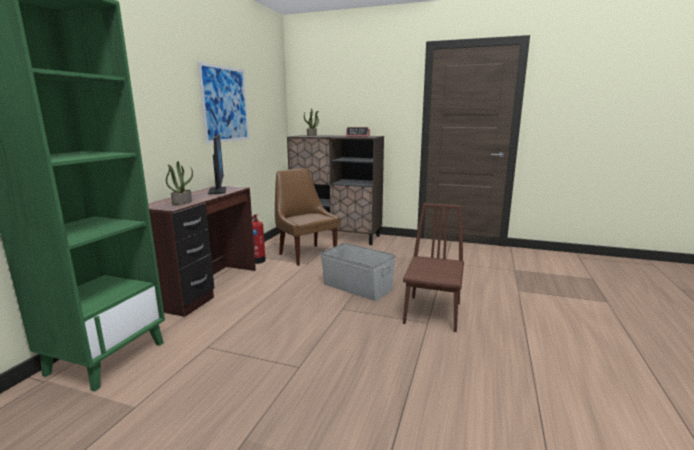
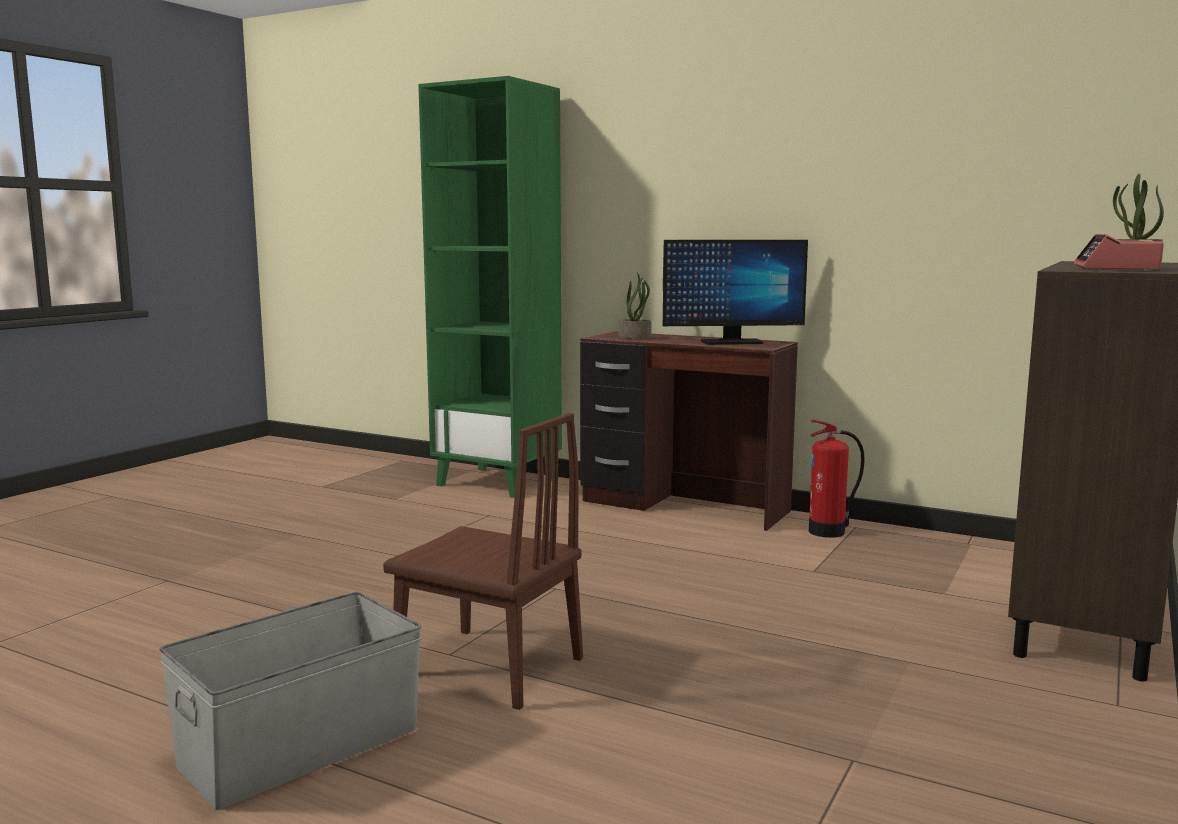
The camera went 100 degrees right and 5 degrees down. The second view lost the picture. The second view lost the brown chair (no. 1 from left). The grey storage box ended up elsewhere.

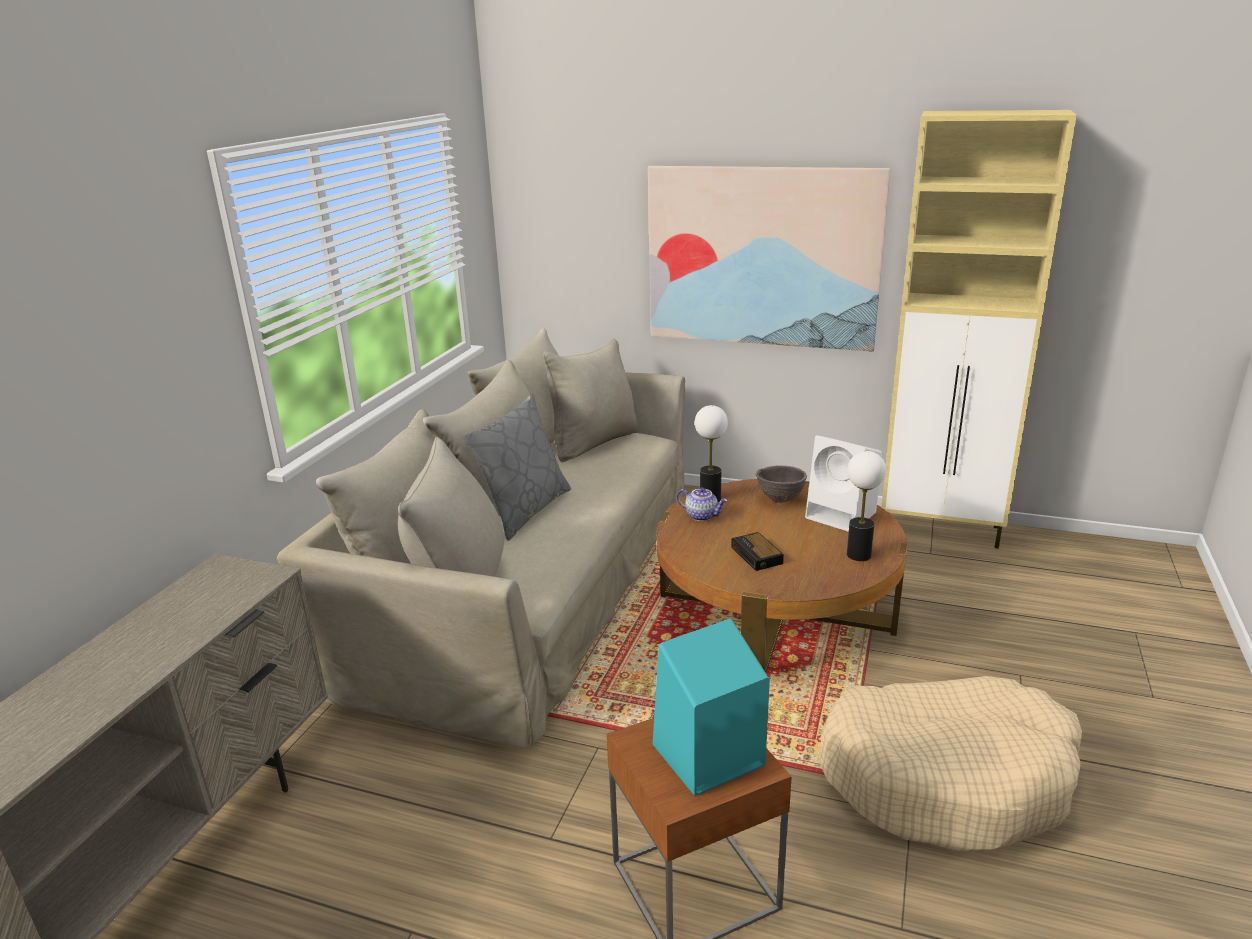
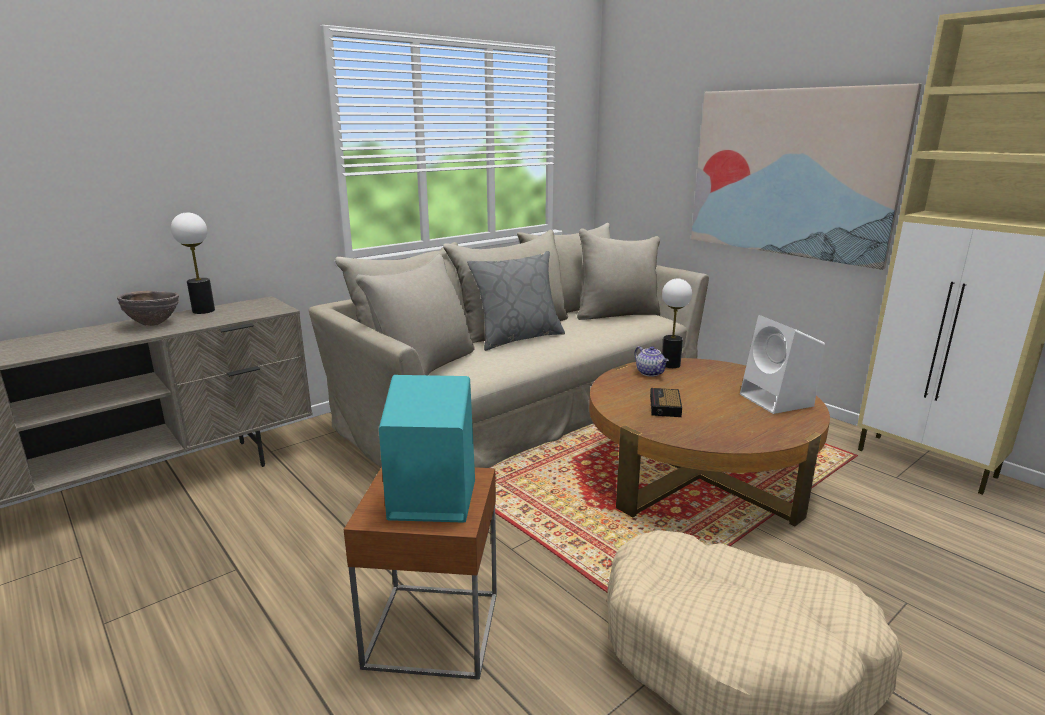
The camera went 30 degrees right and 5 degrees down. The brown bowl ended up elsewhere. The table lamp (no. 2 from left in the first image) ended up elsewhere.

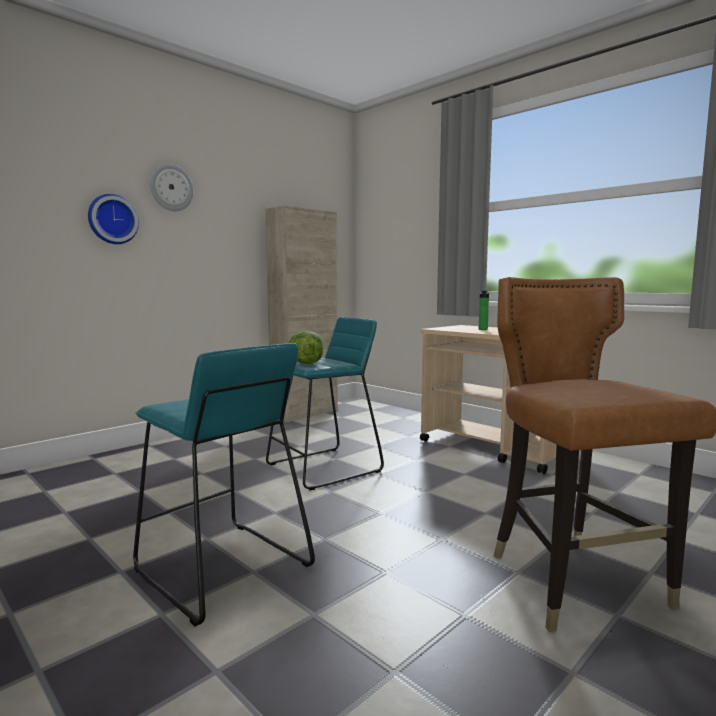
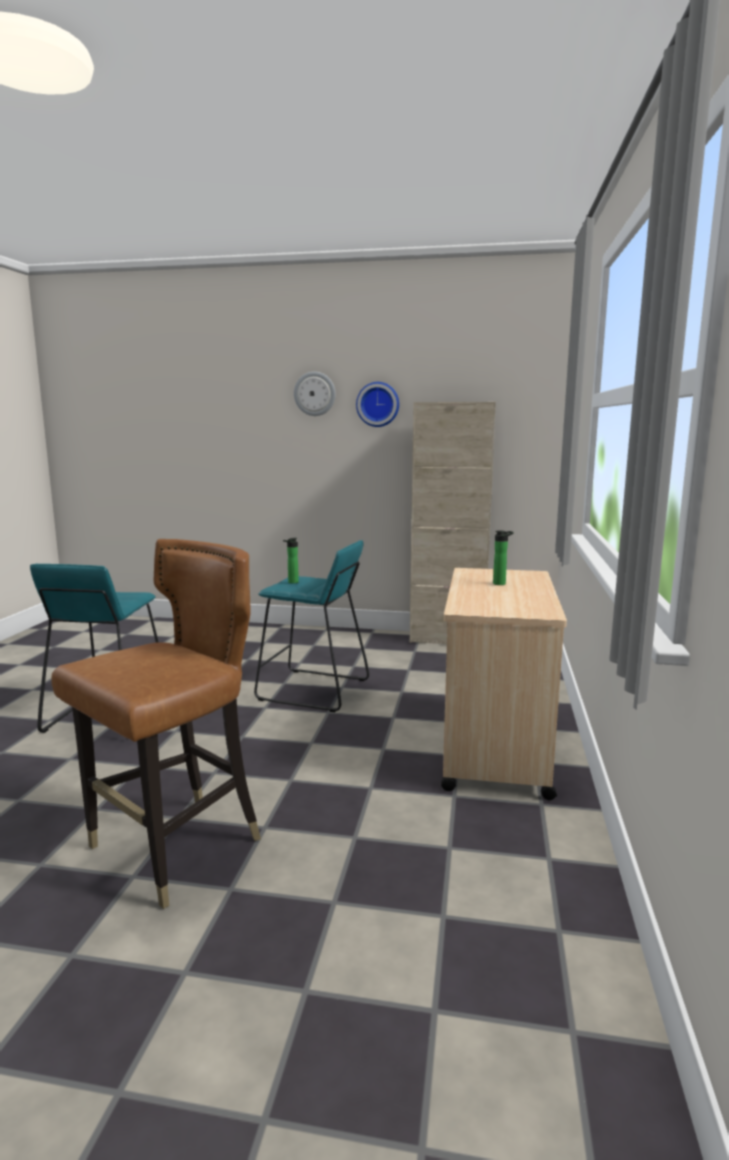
The camera went 55 degrees right and 5 degrees up. The wall clock (no. 1 from left in the first image) ended up elsewhere. Where the lettuce stood, the bottle (no. 1 from left) came to stand.

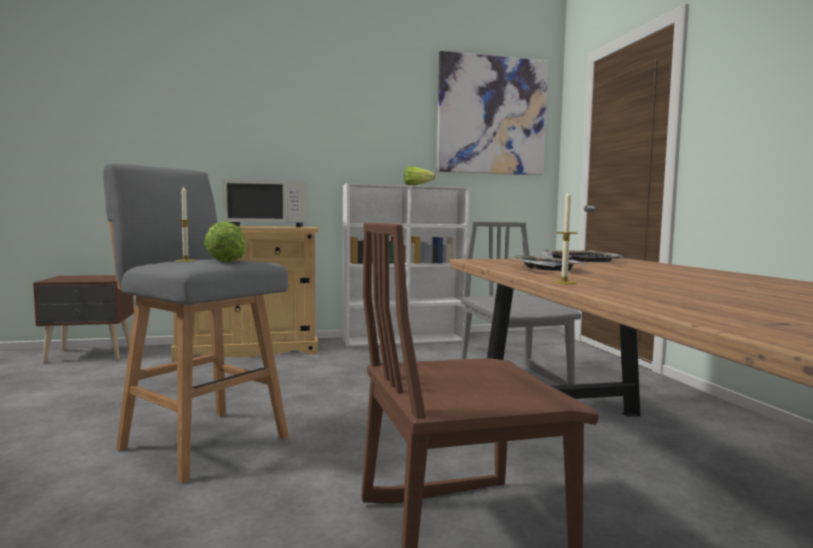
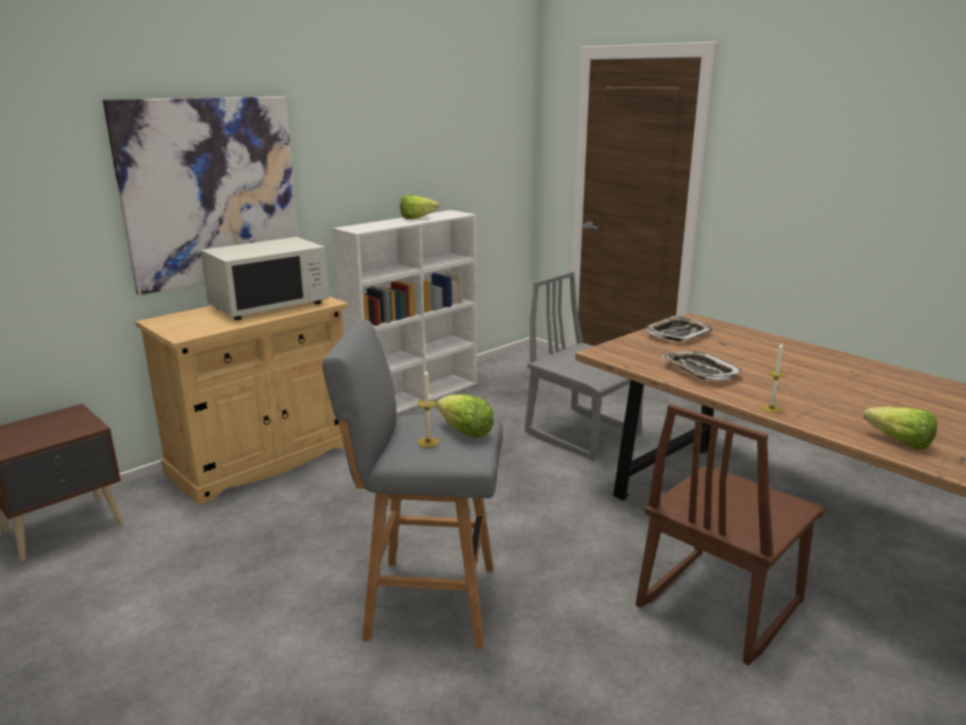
The camera went 30 degrees left and 15 degrees up. The second view gained the lettuce (no. 3 from left). The picture ended up elsewhere.

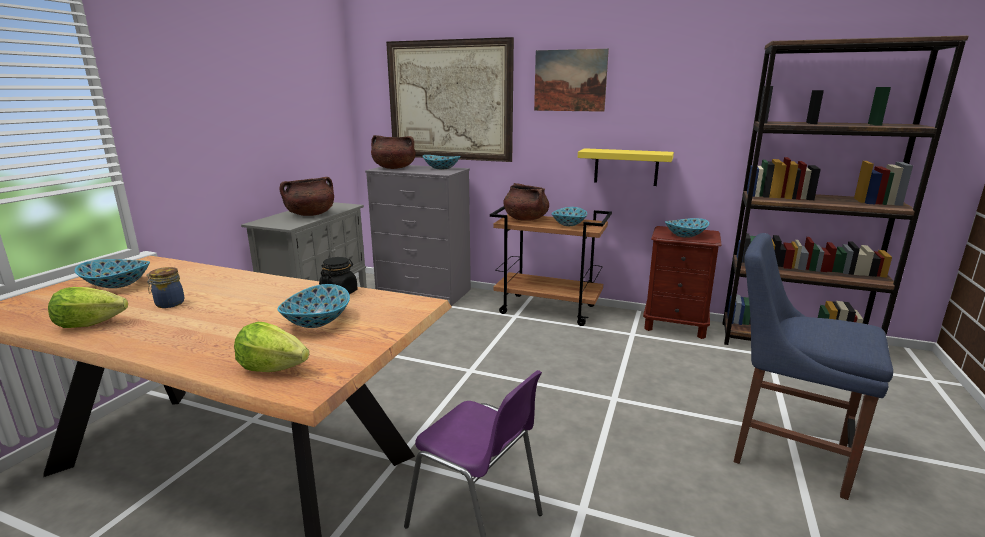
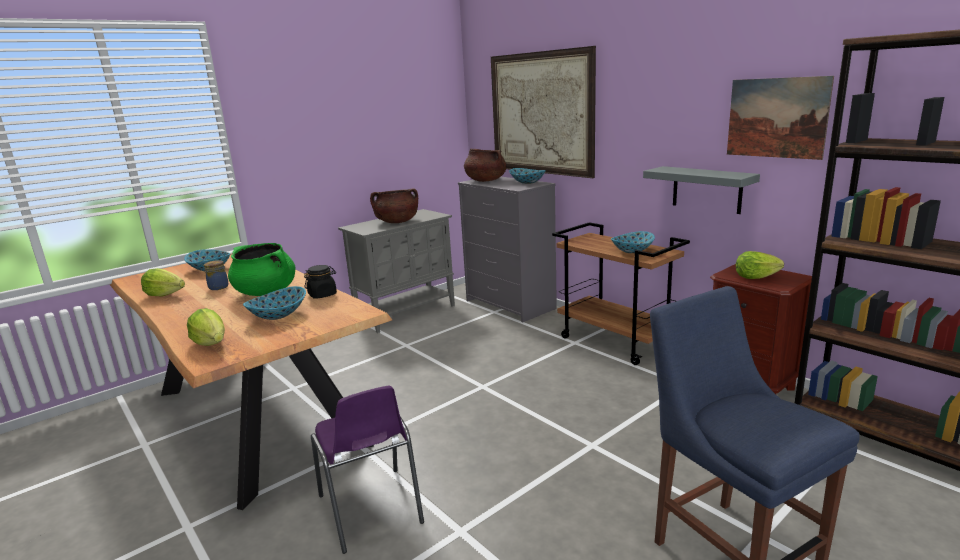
The camera went 30 degrees right and 0 degrees up. The second view lost the brown cooking pot (no. 3 from left). The second view gained the green cooking pot. The picture (no. 2 from left) ended up elsewhere. Where the bowl (no. 5 from left) stood, the lettuce (no. 3 from left) came to stand. What was the yellow shelf turned into the grey shelf.

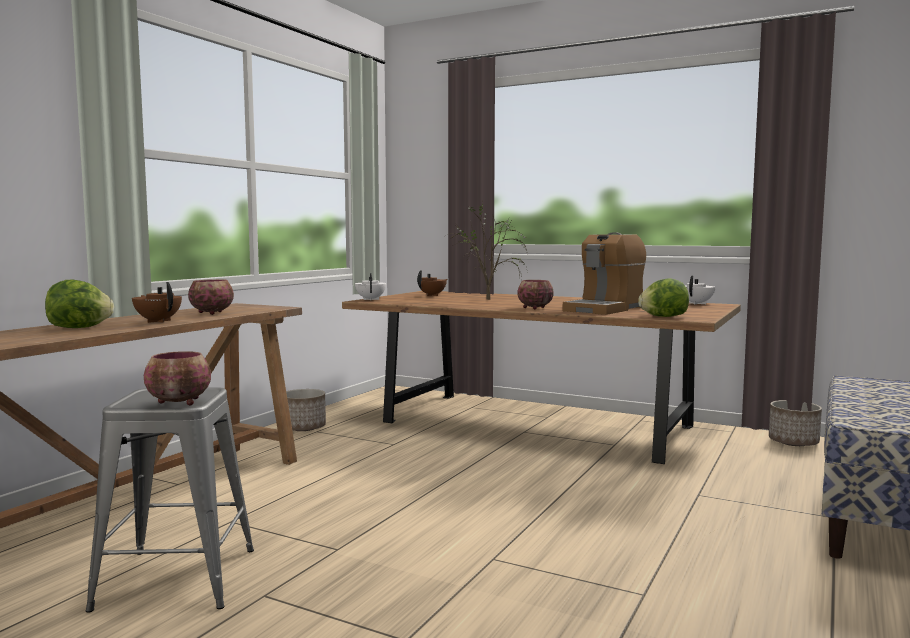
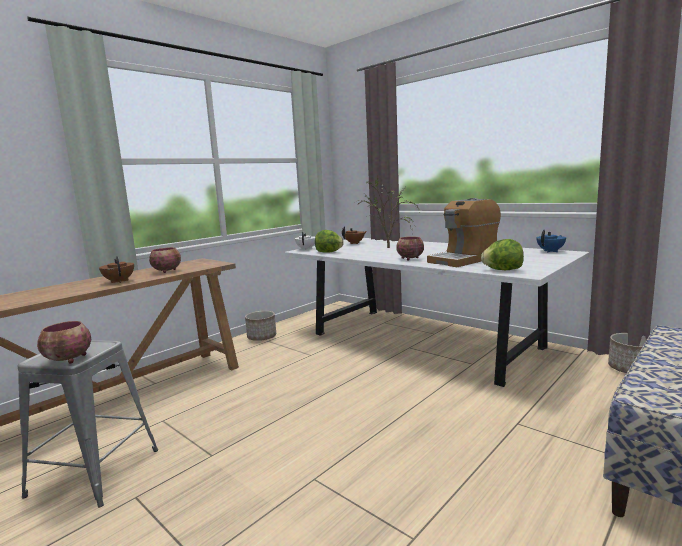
The camera went 15 degrees right and 5 degrees up. The lettuce (no. 1 from left) ended up elsewhere. What was the brown dining table turned into the white dining table. What was the white teapot (no. 2 from left) turned into the blue teapot.

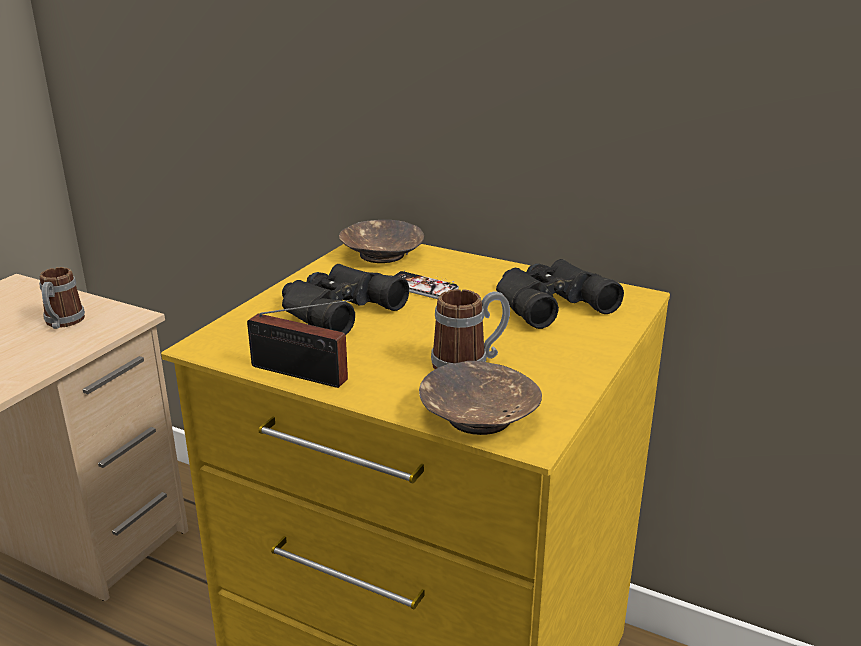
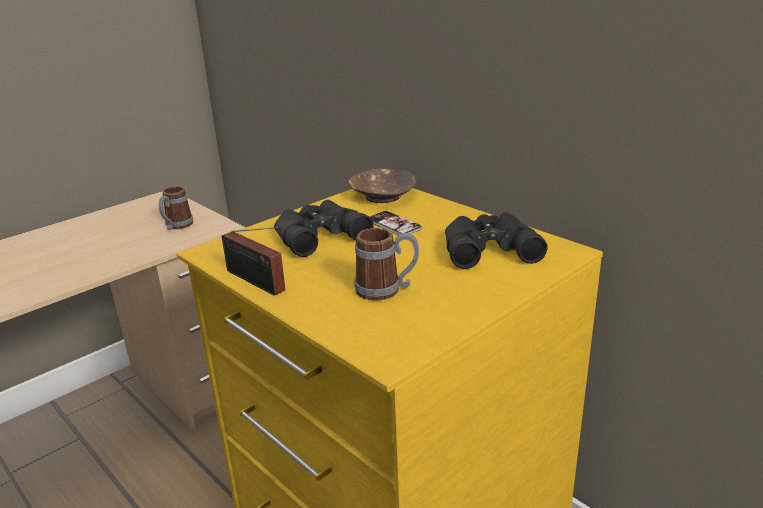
The camera went 20 degrees right and 0 degrees up. The second view lost the brown bowl (no. 2 from left).

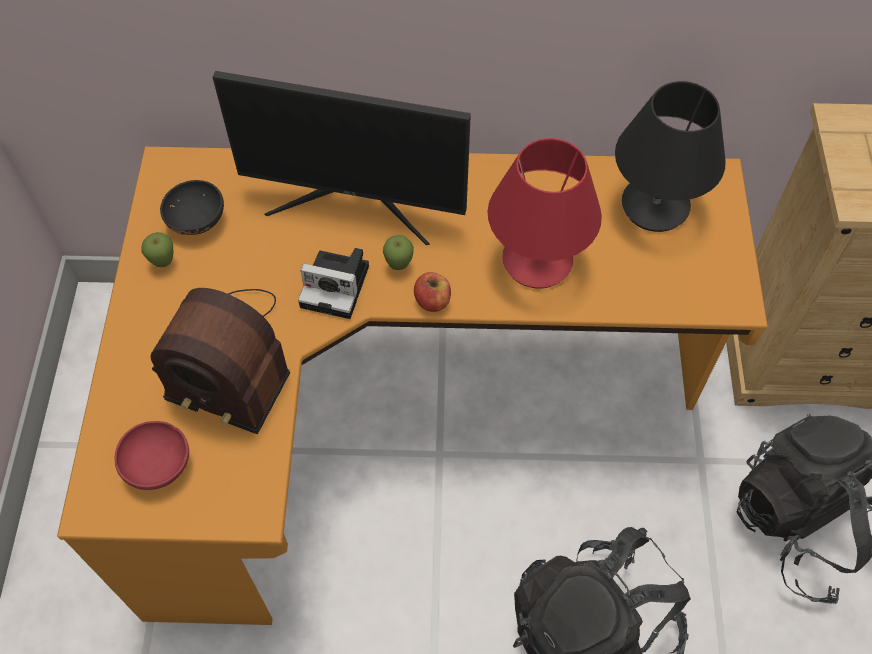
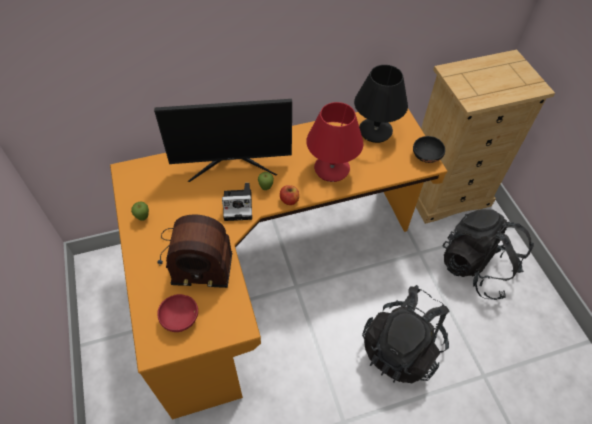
The camera went 20 degrees left and 5 degrees down. The black bowl ended up elsewhere.

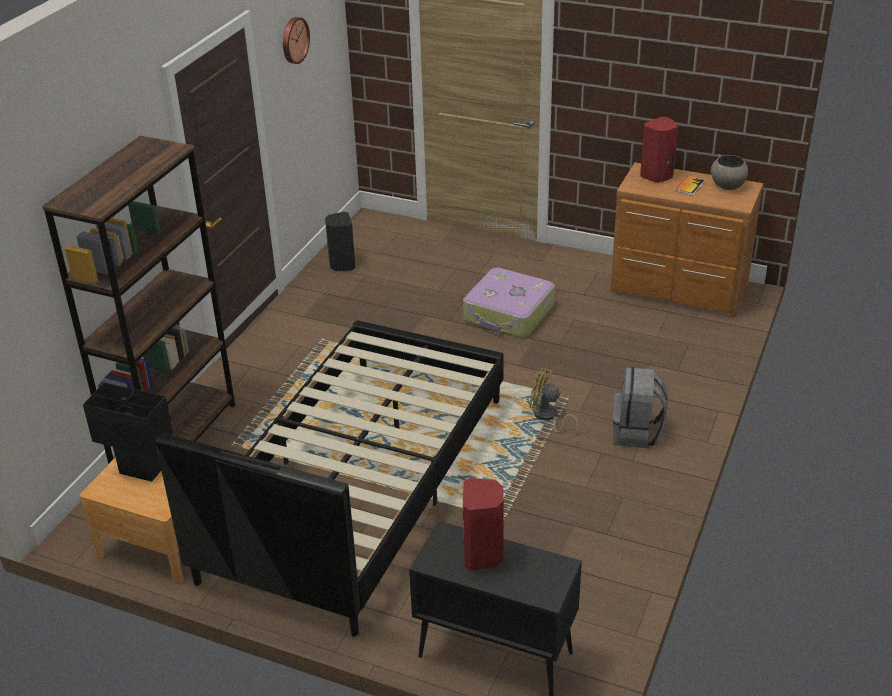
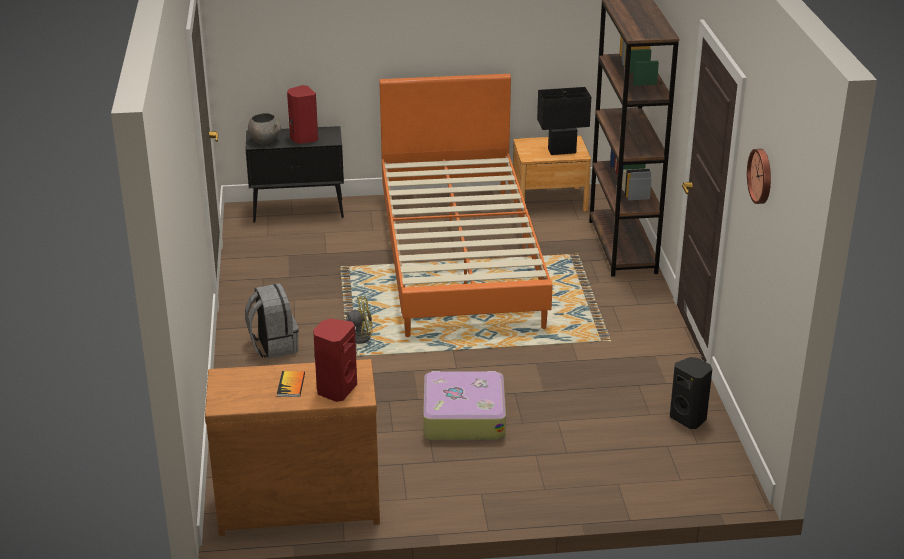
The camera went 150 degrees right and 5 degrees down. The grey bowl ended up elsewhere. What was the black bed turned into the orange bed.

